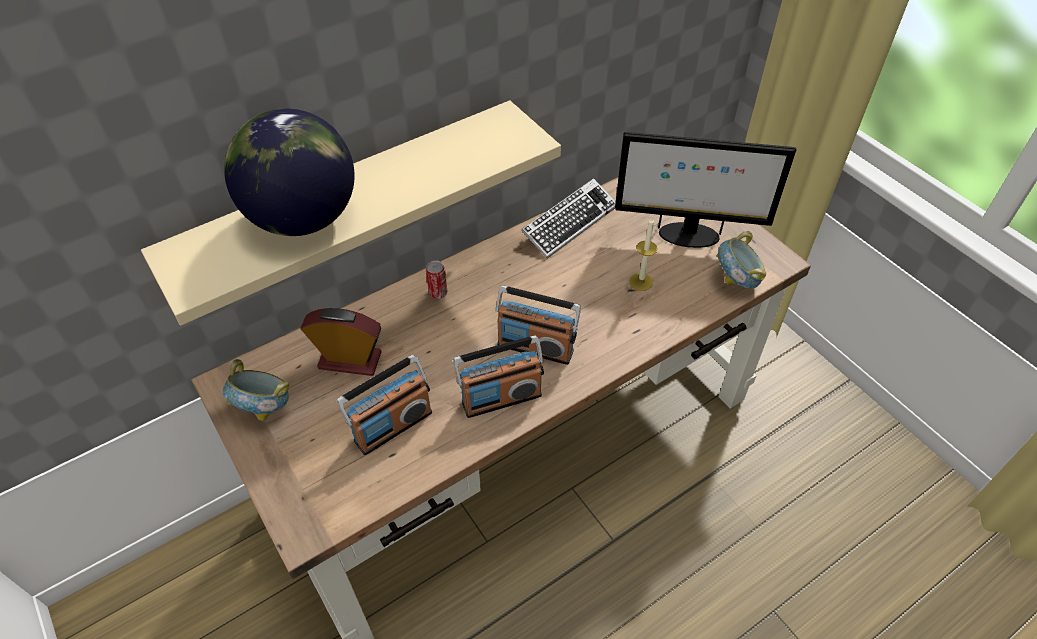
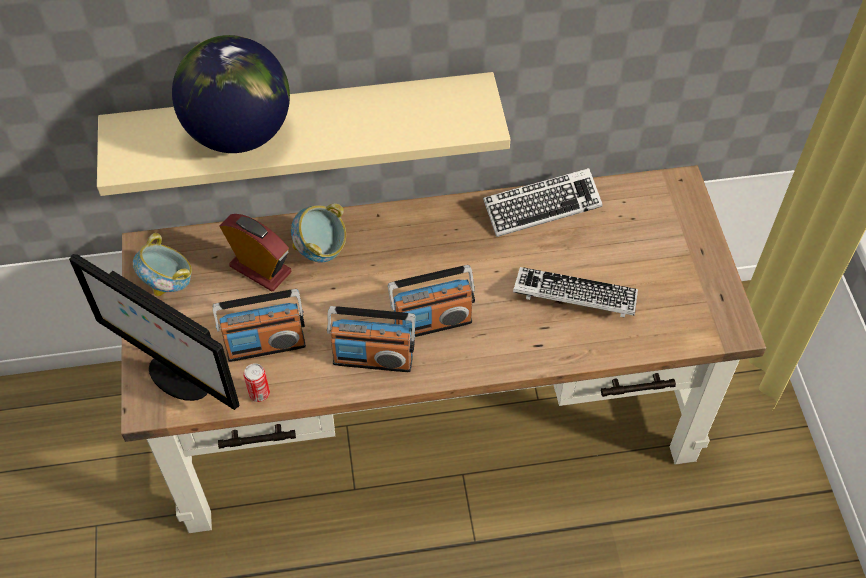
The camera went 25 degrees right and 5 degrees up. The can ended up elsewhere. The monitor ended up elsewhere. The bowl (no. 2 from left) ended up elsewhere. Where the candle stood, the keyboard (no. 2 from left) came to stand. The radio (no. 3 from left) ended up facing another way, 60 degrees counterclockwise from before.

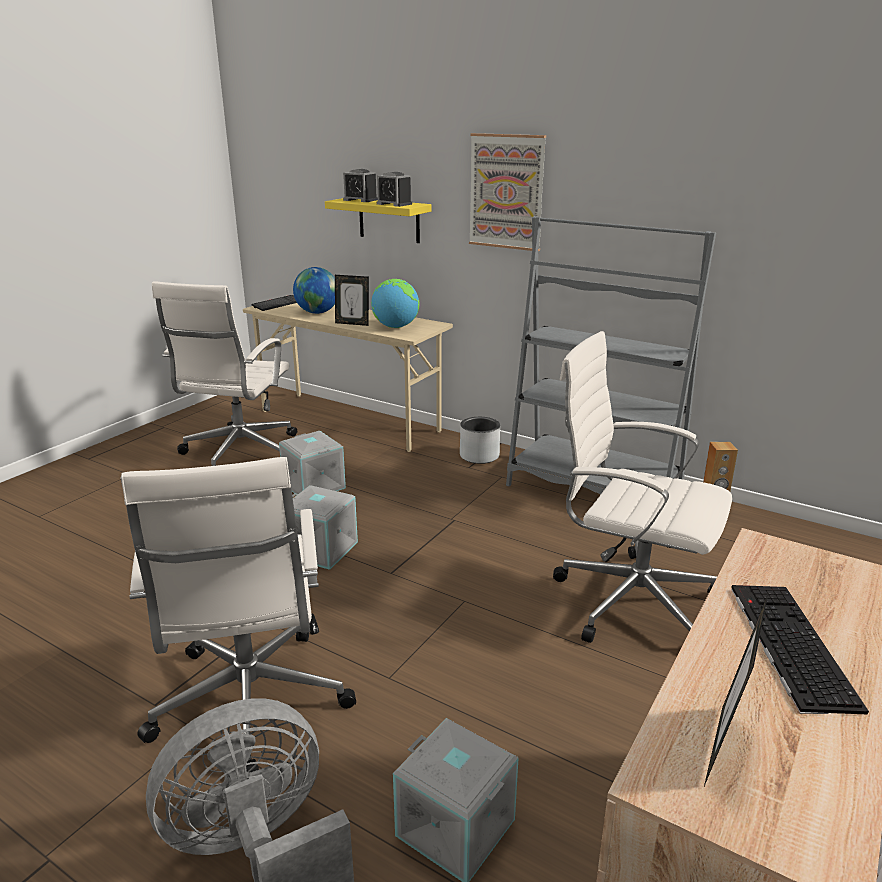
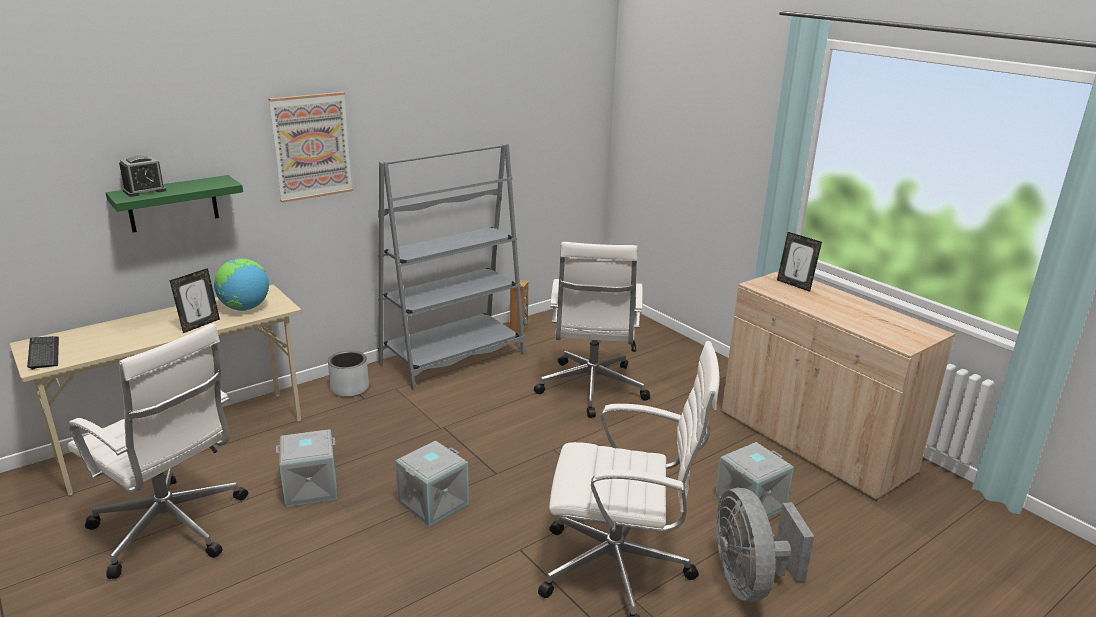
The camera went 70 degrees left and 0 degrees up. The second view lost the globe (no. 1 from left). The second view lost the alarm clock (no. 2 from left). The second view lost the keyboard (no. 2 from left). The picture frame (no. 2 from left) ended up elsewhere. What was the yellow shelf turned into the green shelf. The white office chair (no. 3 from left in the first image) ended up facing another way, 45 degrees counterclockwise from before.

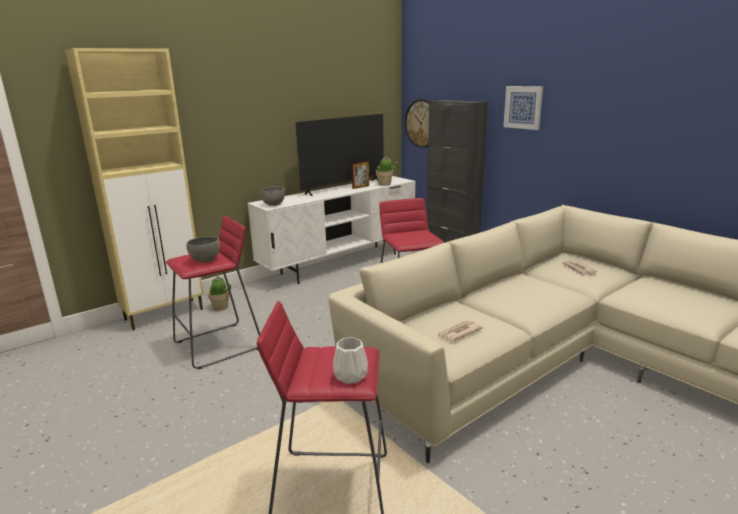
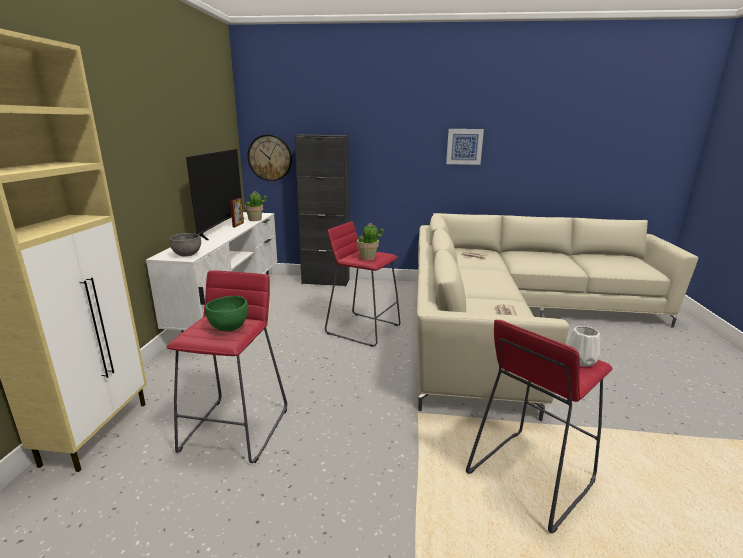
The camera went 45 degrees left and 0 degrees up. The potted plant (no. 1 from left in the first image) ended up elsewhere. The picture ended up elsewhere. What was the grey bowl (no. 1 from left) turned into the green bowl.

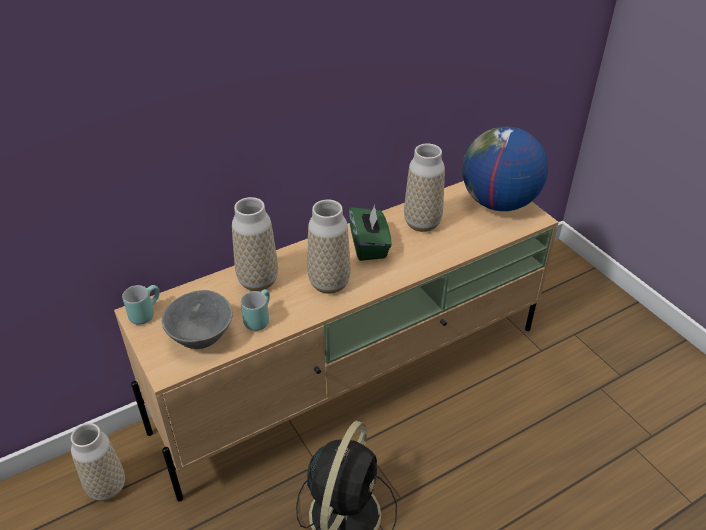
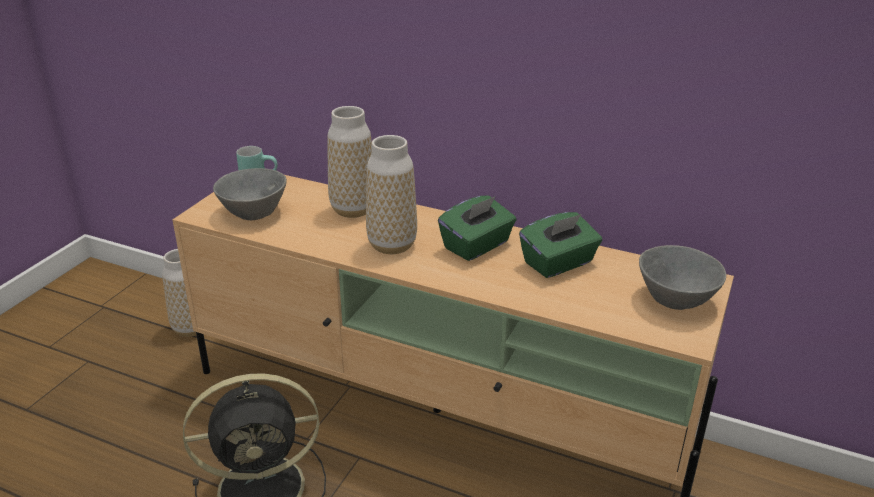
The camera went 55 degrees right and 10 degrees down. The second view lost the turquoise mug (no. 2 from left). Where the vase (no. 4 from left) stood, the green tissue box (no. 2 from left) came to stand. Where the globe stood, the grey bowl (no. 2 from left) came to stand.

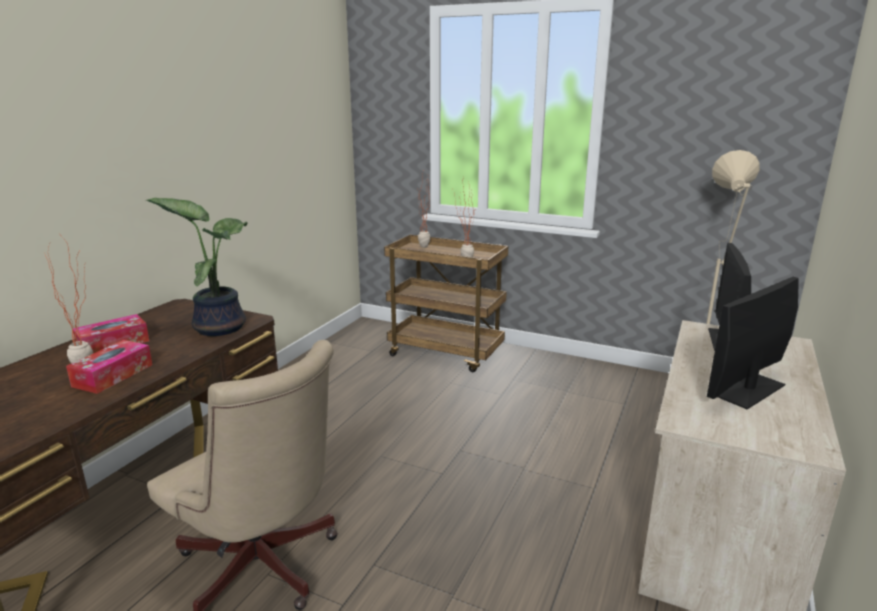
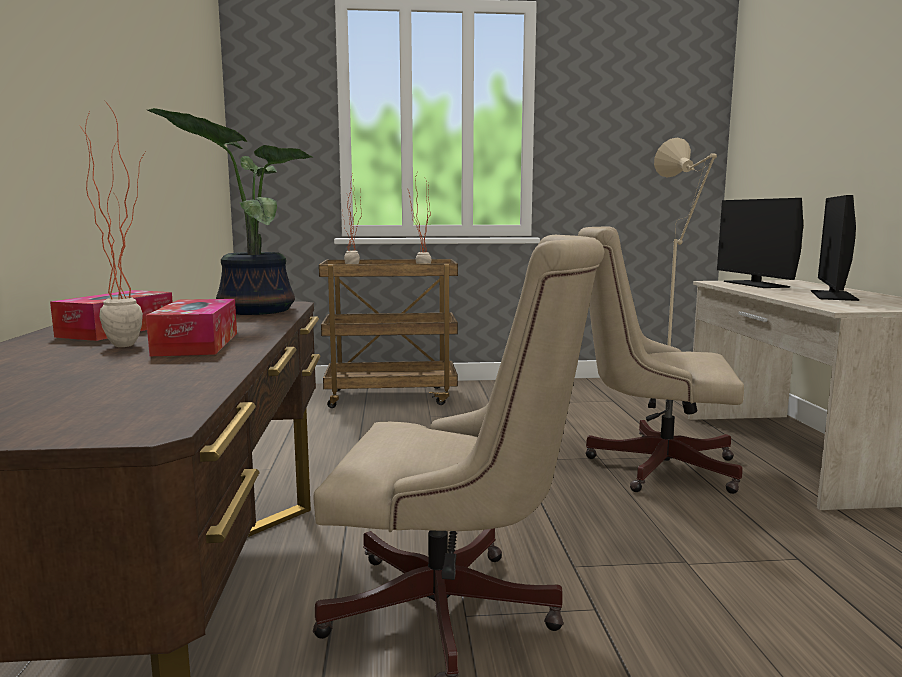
The camera went 30 degrees left and 10 degrees down. The second view gained the beige office chair (no. 2 from left).

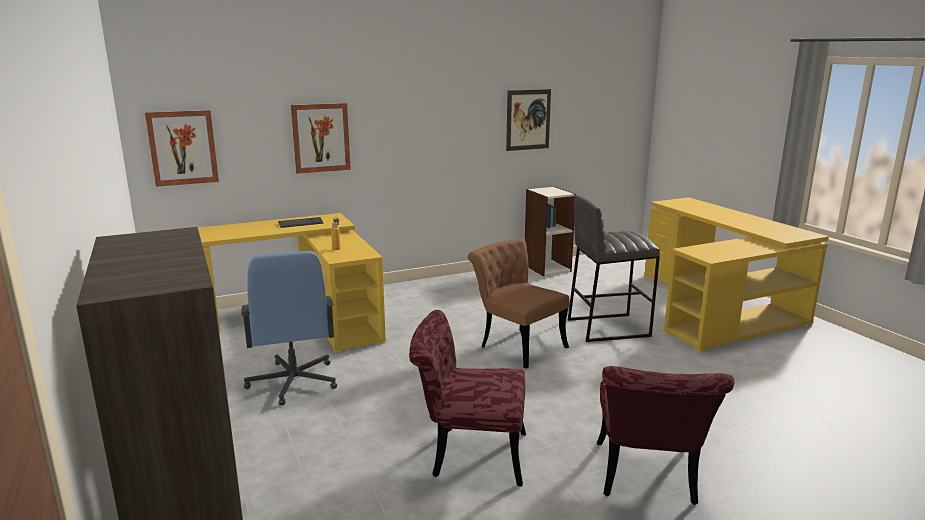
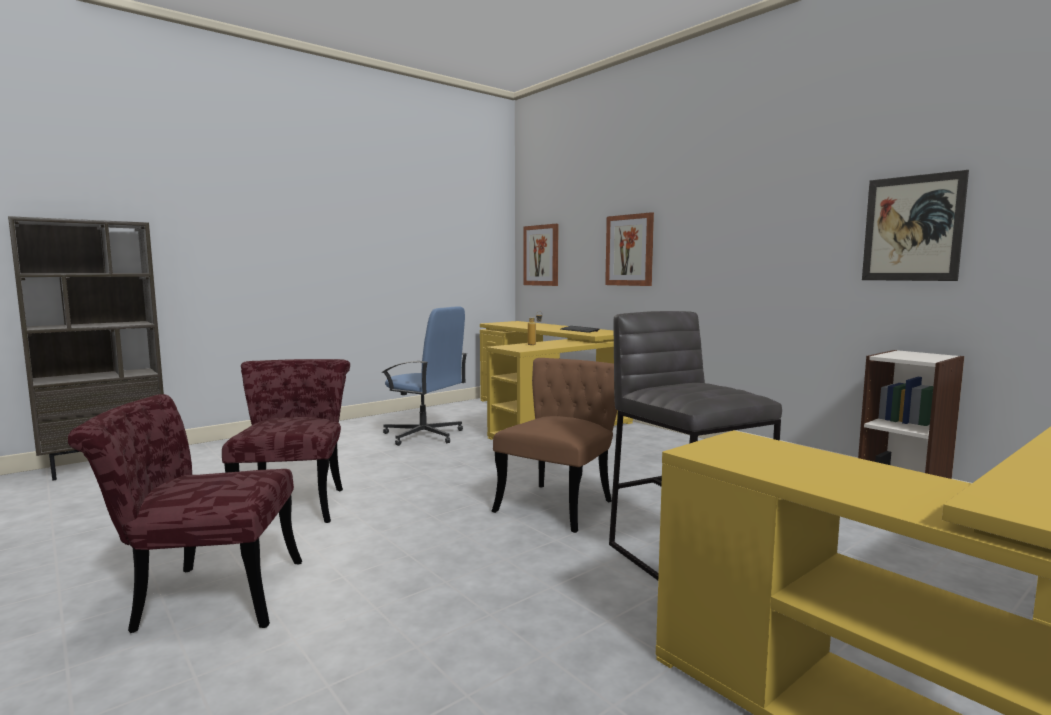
The camera went 75 degrees right and 10 degrees down. The blue office chair ended up facing another way, 120 degrees counterclockwise from before.

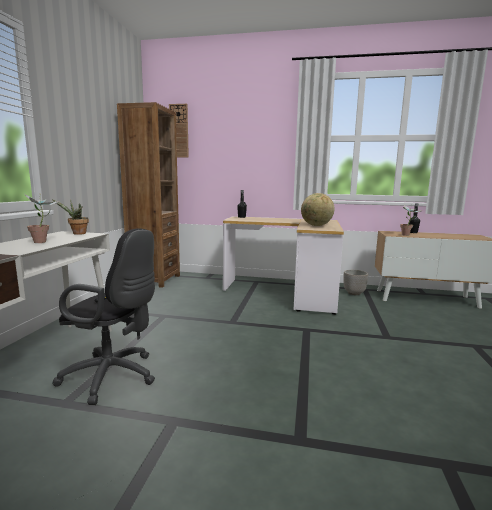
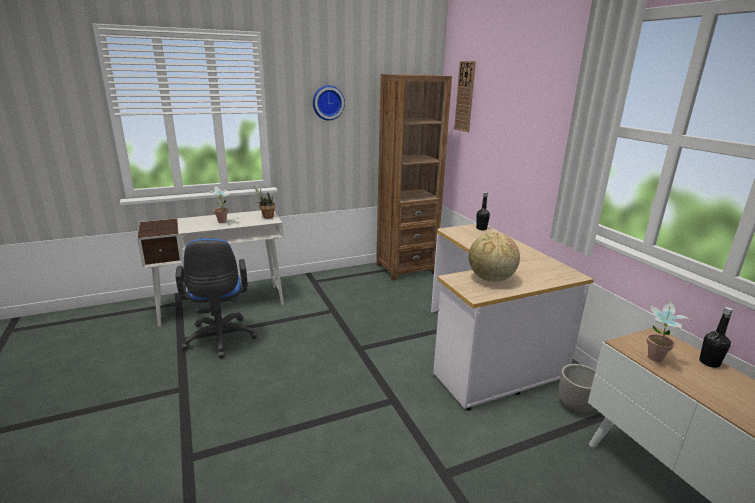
The camera went 55 degrees right and 10 degrees up. The second view gained the wall clock (no. 1 from left). What was the black office chair turned into the blue office chair.

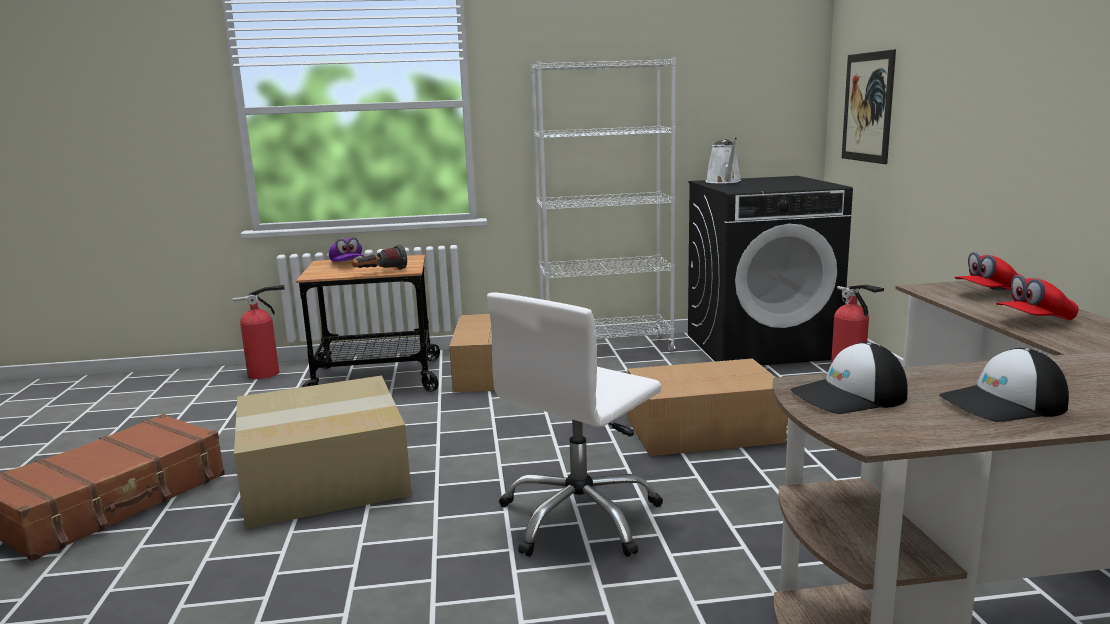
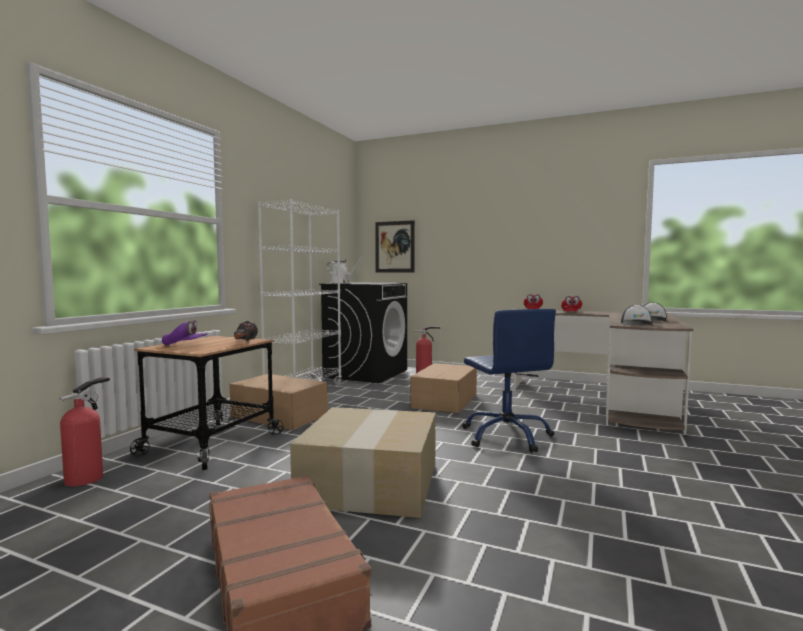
The camera went 60 degrees left and 10 degrees down. What was the white office chair turned into the blue office chair.

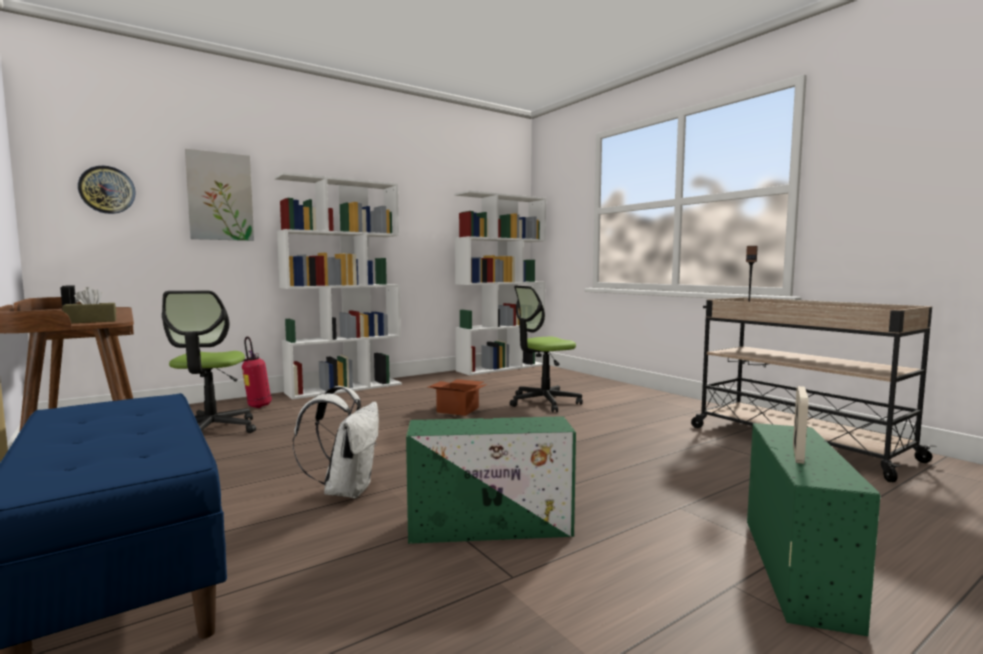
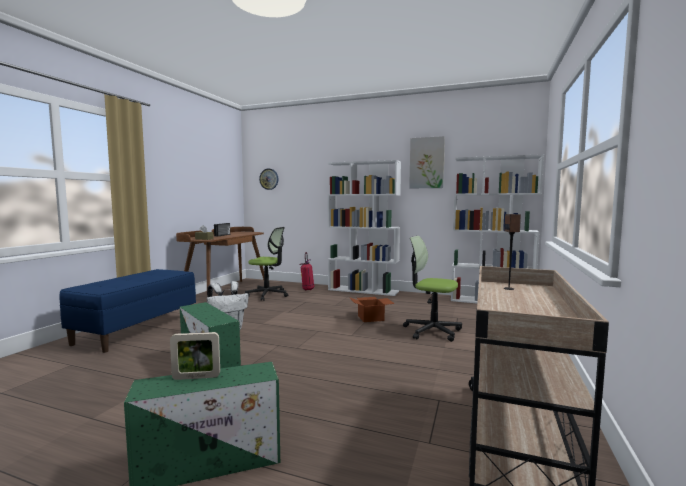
The camera went 55 degrees right and 0 degrees up. The picture ended up elsewhere. The office chair (no. 1 from left) ended up facing another way, 120 degrees counterclockwise from before.

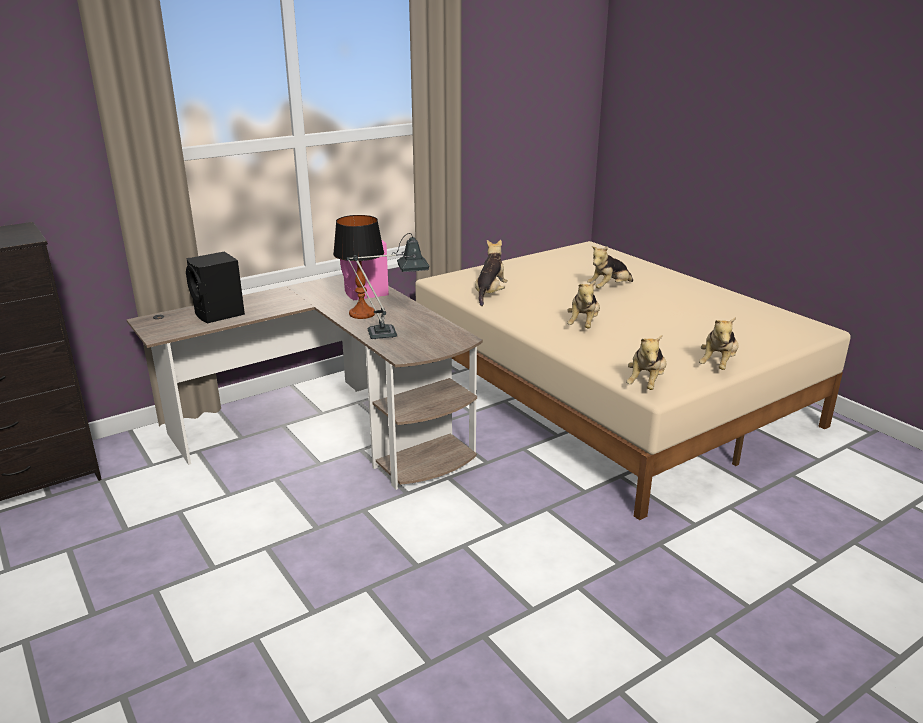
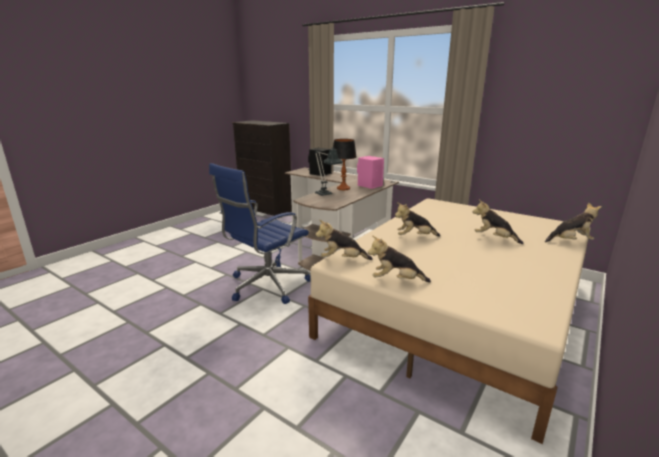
The camera went 70 degrees right and 5 degrees down. The second view gained the blue office chair. The plush toy (no. 1 from left in the first image) ended up elsewhere.

